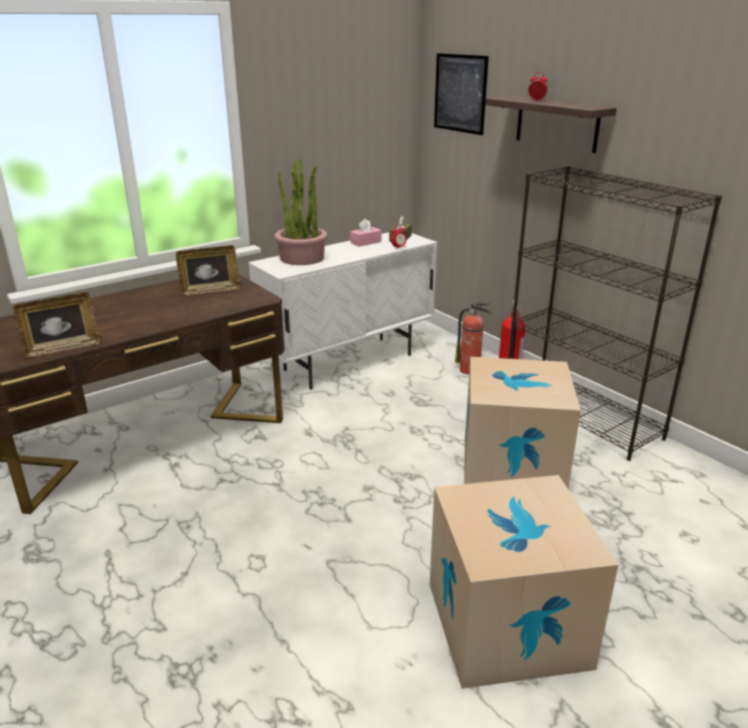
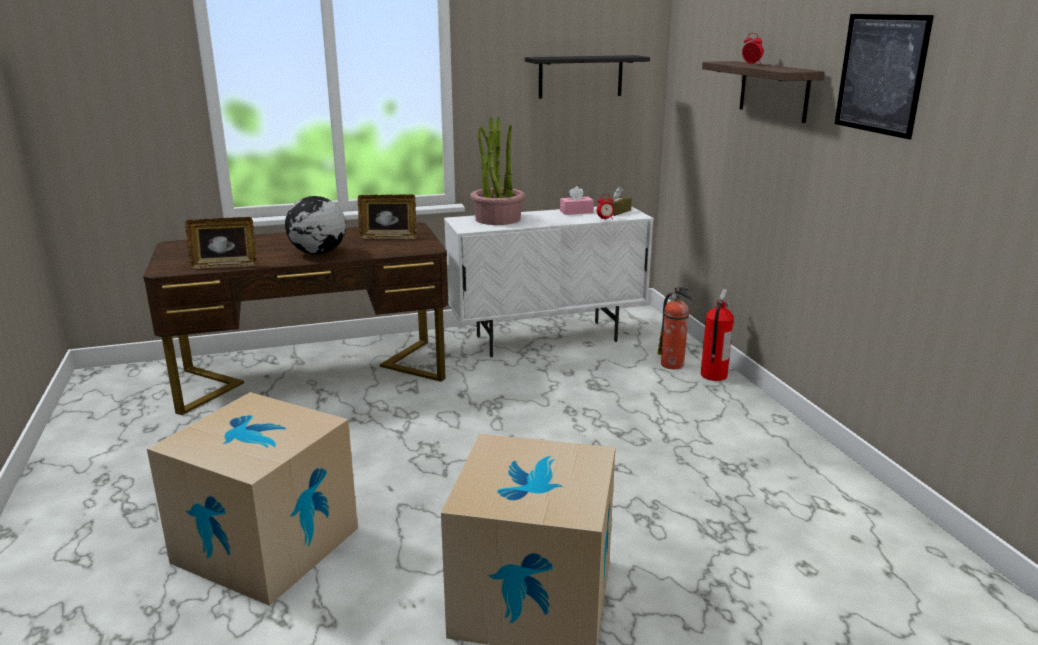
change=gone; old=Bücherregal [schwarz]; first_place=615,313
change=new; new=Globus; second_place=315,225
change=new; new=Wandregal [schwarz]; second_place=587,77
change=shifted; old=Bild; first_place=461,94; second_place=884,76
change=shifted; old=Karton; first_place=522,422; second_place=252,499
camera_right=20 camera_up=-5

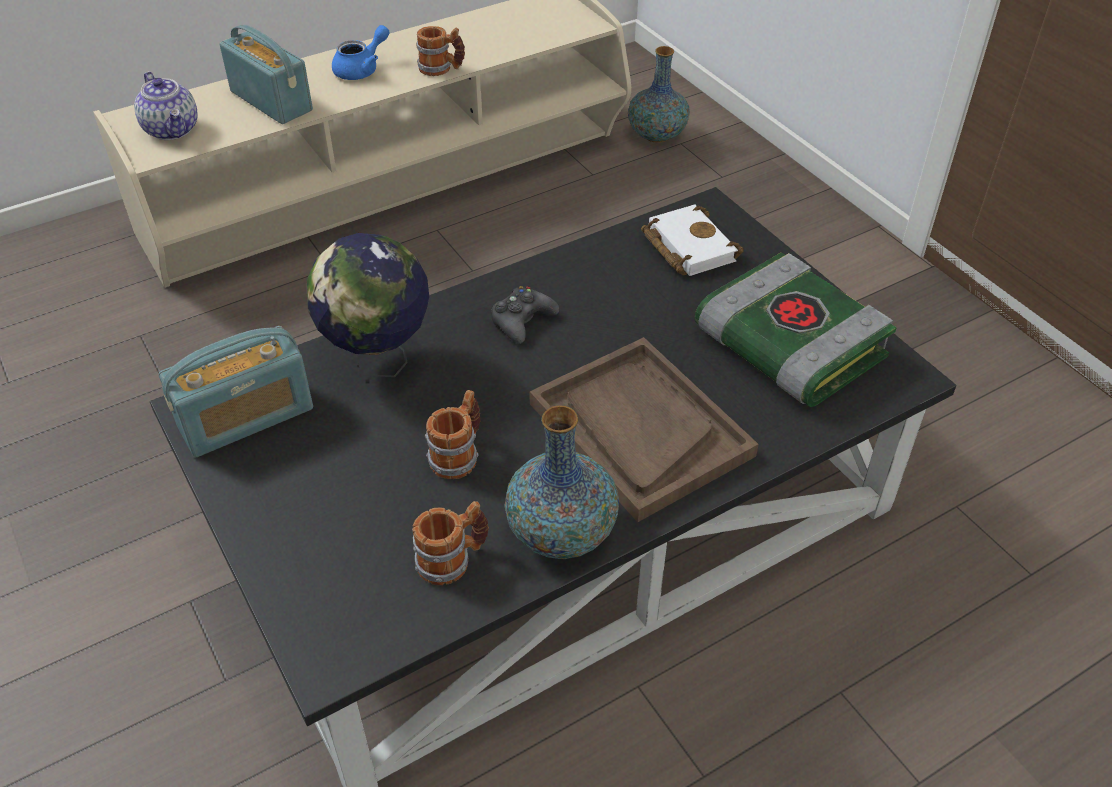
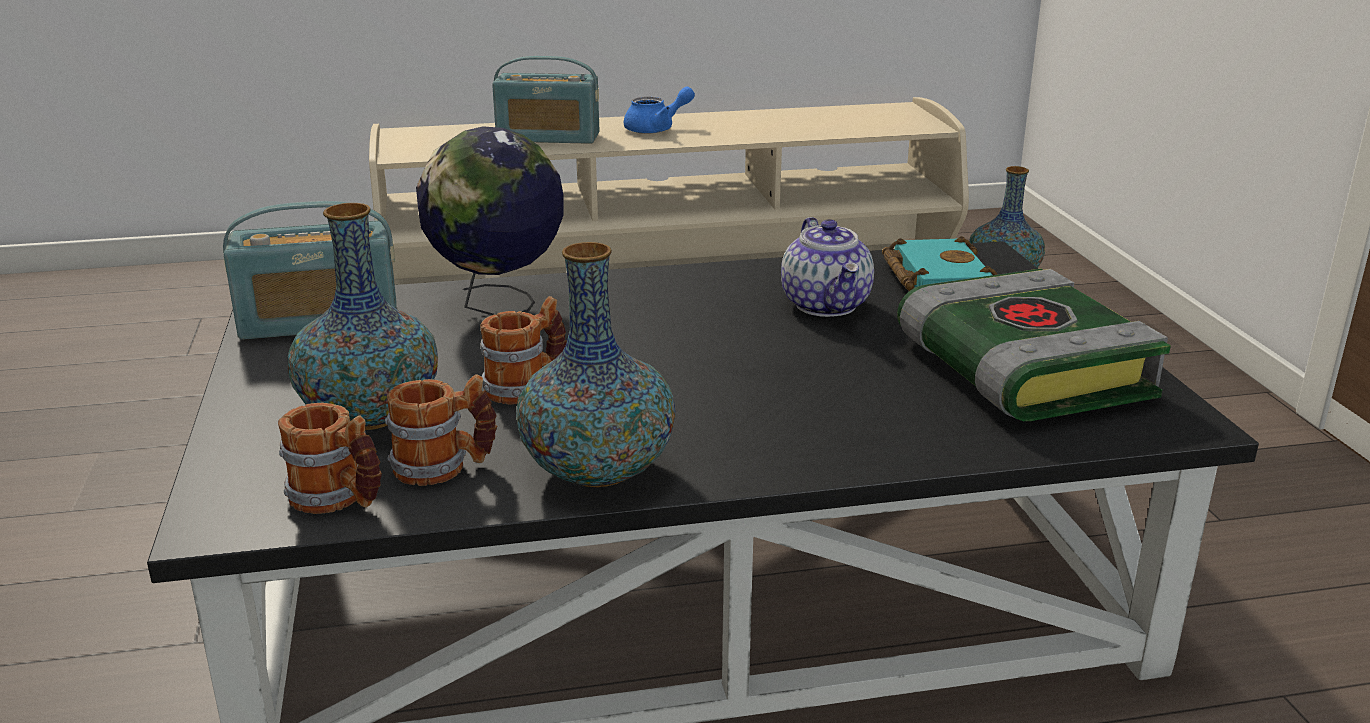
change=gone; old=Gamepad [schwarz]; first_place=525,315
change=gone; old=Tablett [braun]; first_place=644,429
change=new; new=Vase; second_place=363,316
change=shifted; old=Teekanne; first_place=166,106; second_place=827,267
change=shifted; old=Henkelbecher; first_place=440,51; second_place=330,458
change=repainted; old=Buch [weiß]; new=Buch [türkis]; first_place=692,240; second_place=940,263
change=rotated; old=Radio; first_place=266,74; second_place=545,100; degrees=120
camera_right=20 camera_up=-20

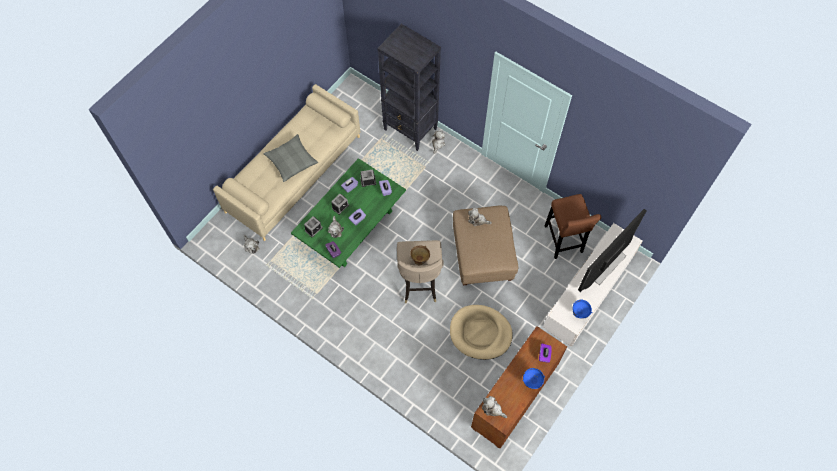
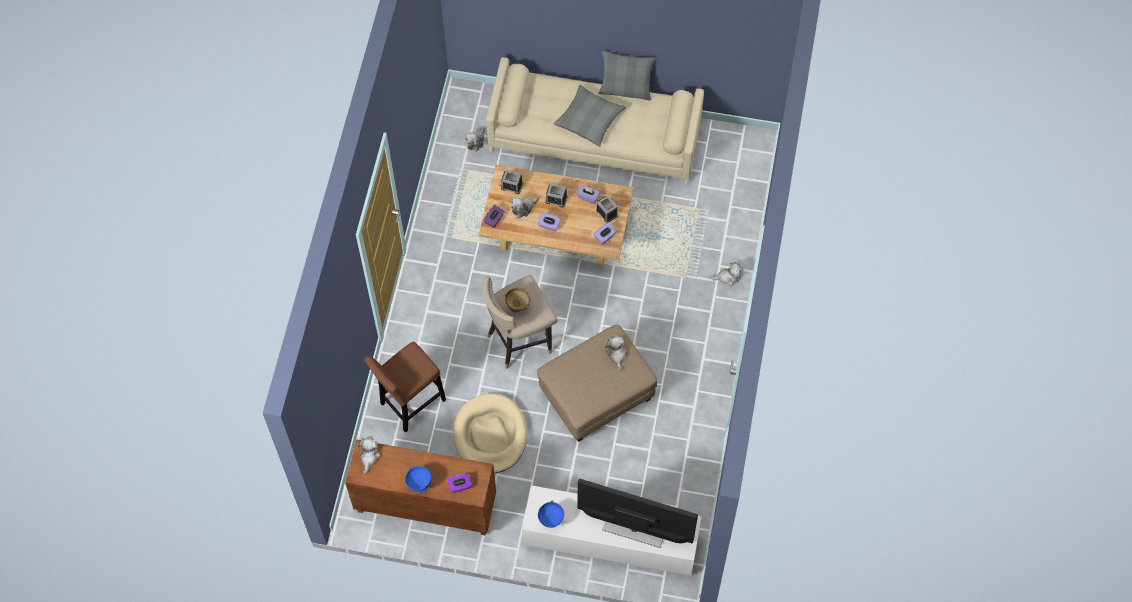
change=gone; old=Bücherregal [schwarz]; first_place=409,87
change=new; new=Kissen [grau]; second_place=627,75
change=shifted; old=Hocker [braun]; first_place=572,226; second_place=405,387
change=repainted; old=Couchtisch [grün]; new=Couchtisch [beige]; first_place=348,213; second_place=556,216
camera_right=65 camera_up=0

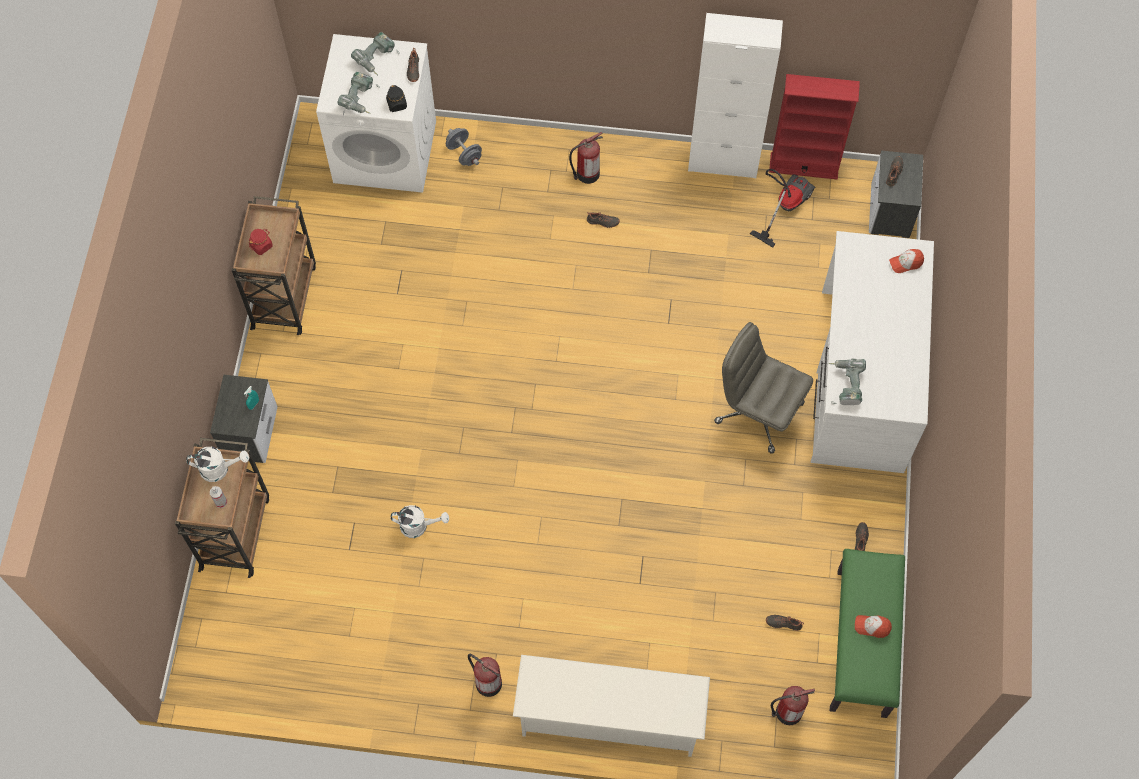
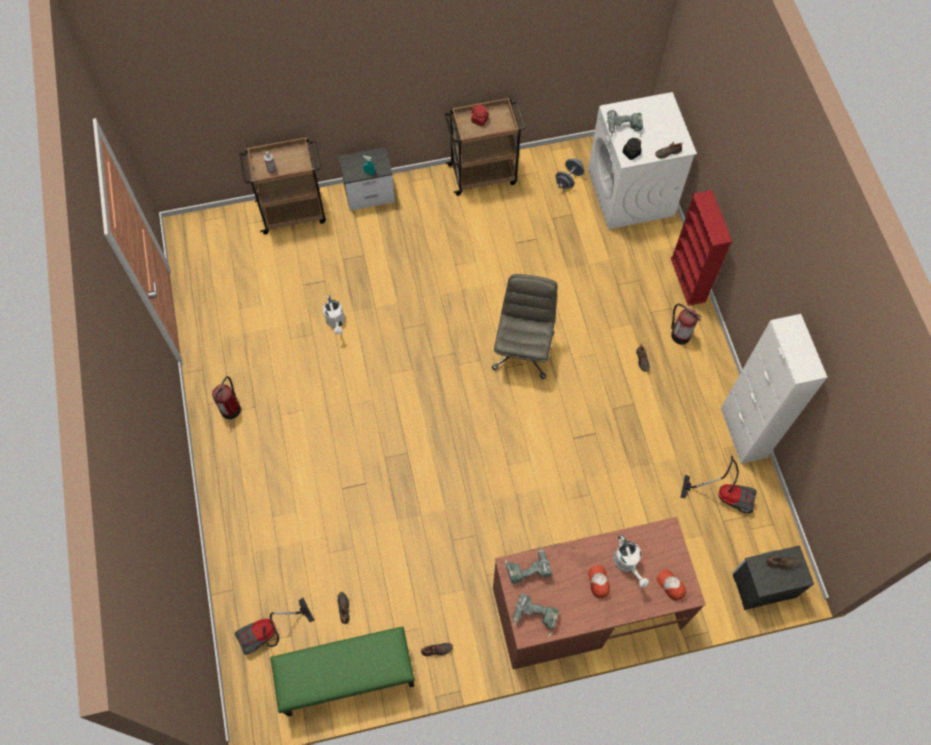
change=gone; old=Schuhregal [weiß]; first_place=611,706
change=shifted; old=Gießkanne [weiß]; first_place=217,464; second_place=631,561
change=shifted; old=Bohrmaschine; first_place=375,53; second_place=536,615
change=shifted; old=Hantel [grau]; first_place=464,147; second_place=570,174
change=shifted; old=Bürostuhl [grau]; first_place=763,388; second_place=524,326
change=shifted; old=Bücherregal [rot]; first_place=814,127; second_place=702,248
change=shifted; old=Kappe; first_place=873,626; second_place=599,581
change=swapped; old=Feuerlöscher; new=Staubsauger; first_place=793,705; second_place=274,626
change=repainted; old=Schreibtisch [weiß]; new=Schreibtisch [braun]; first_place=872,352; second_place=599,593
camera_right=70 camera_up=0

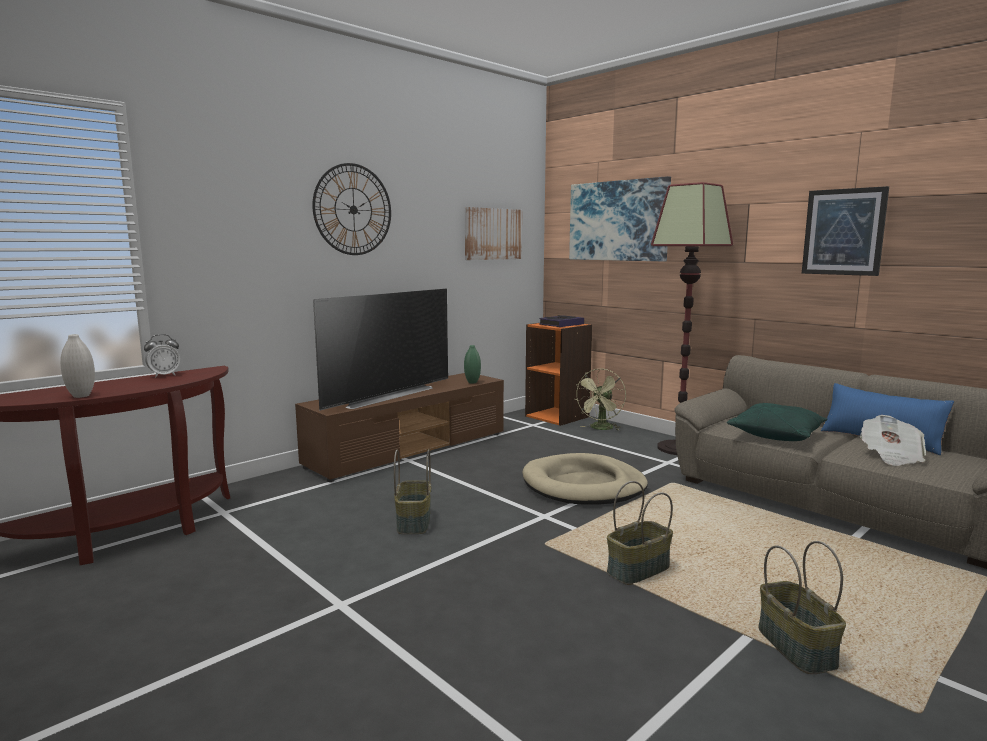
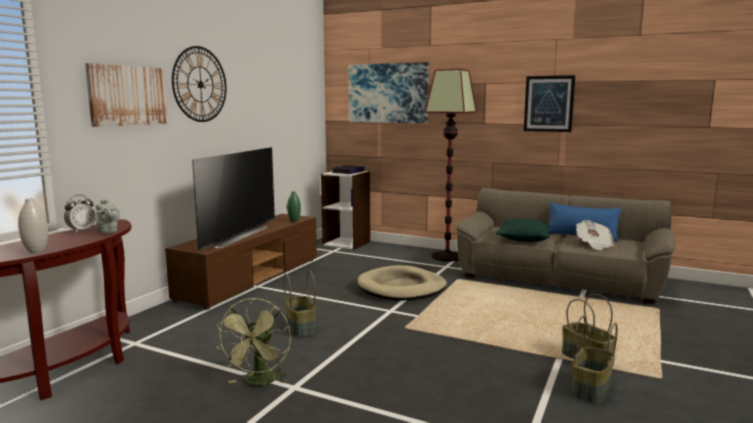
change=new; new=Teekanne [grau]; second_place=107,215
change=shifted; old=Bild; first_place=493,233; second_place=126,95
change=shifted; old=Ventilator [grün]; first_place=600,399; second_place=253,342
change=shifted; old=Korb; first_place=640,533; second_place=594,359
change=repainted; old=Bücherregal [orange]; new=Bücherregal [weiß]; first_place=558,374; second_place=345,210
camera_right=-20 camera_up=0

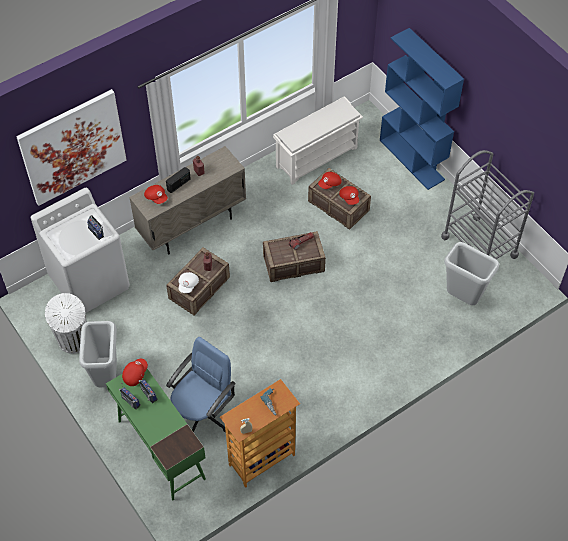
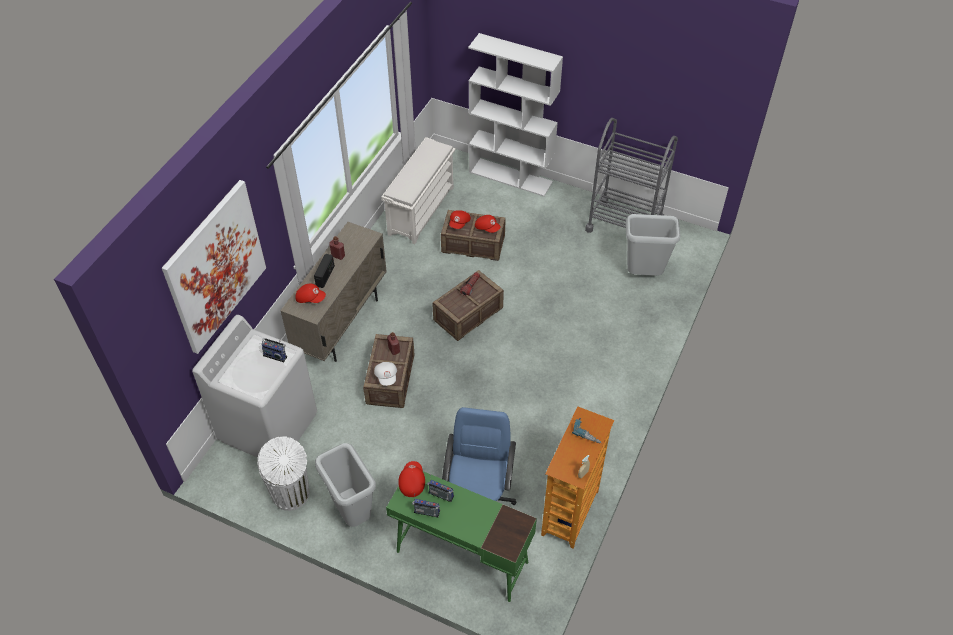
change=repainted; old=Bücherregal [blau]; new=Bücherregal [weiß]; first_place=422,109; second_place=515,114
camera_right=-30 camera_up=-5

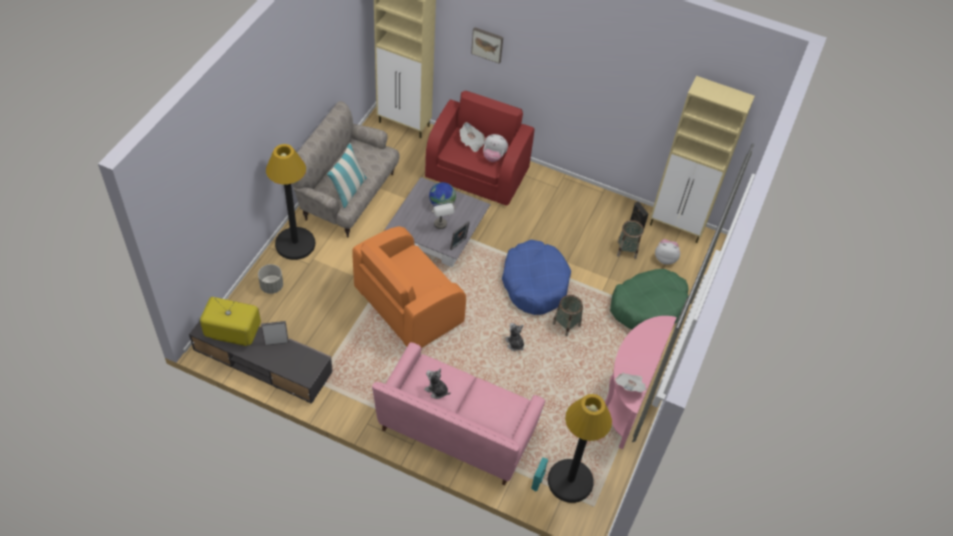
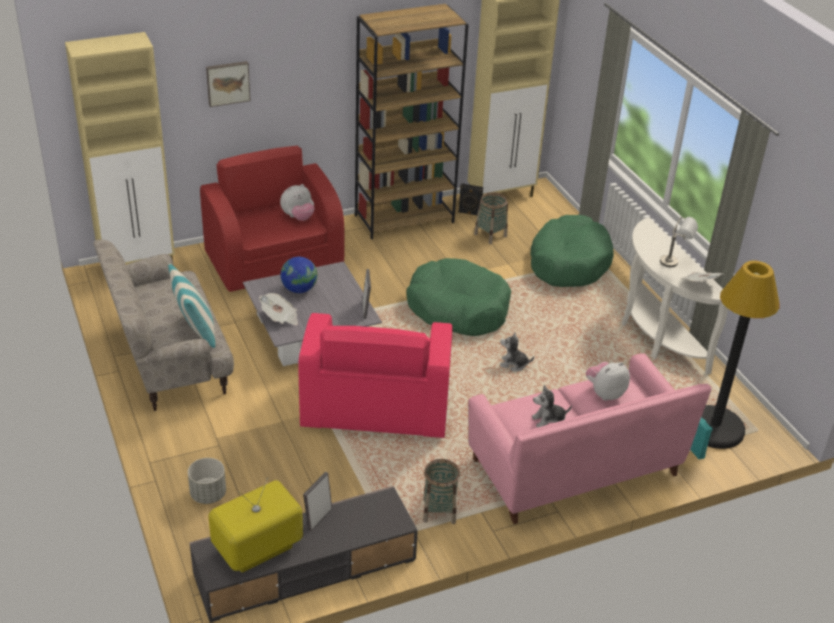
change=gone; old=Stehlampe [schwarz]; first_place=290,202
change=new; new=Bücherregal [braun]; second_place=412,121
change=shifted; old=Tischlampe [grau]; first_place=443,215; second_place=679,242
change=shifted; old=Zeitung; first_place=472,137; second_place=278,309
change=shifted; old=Korb; first_place=567,316; second_place=441,491
change=shifted; old=Plüschtier; first_place=667,252; second_place=608,381
change=repainted; old=Sessel [orange]; new=Sessel [rosa]; first_place=409,287; second_place=375,375
change=repainted; old=Hundebett [blau]; new=Hundebett [grün]; first_place=536,277; second_place=458,297
change=repainted; old=Konsolentisch [rosa]; new=Konsolentisch [weiß]; first_place=641,382; second_place=675,296
camera_right=-45 camera_up=-15

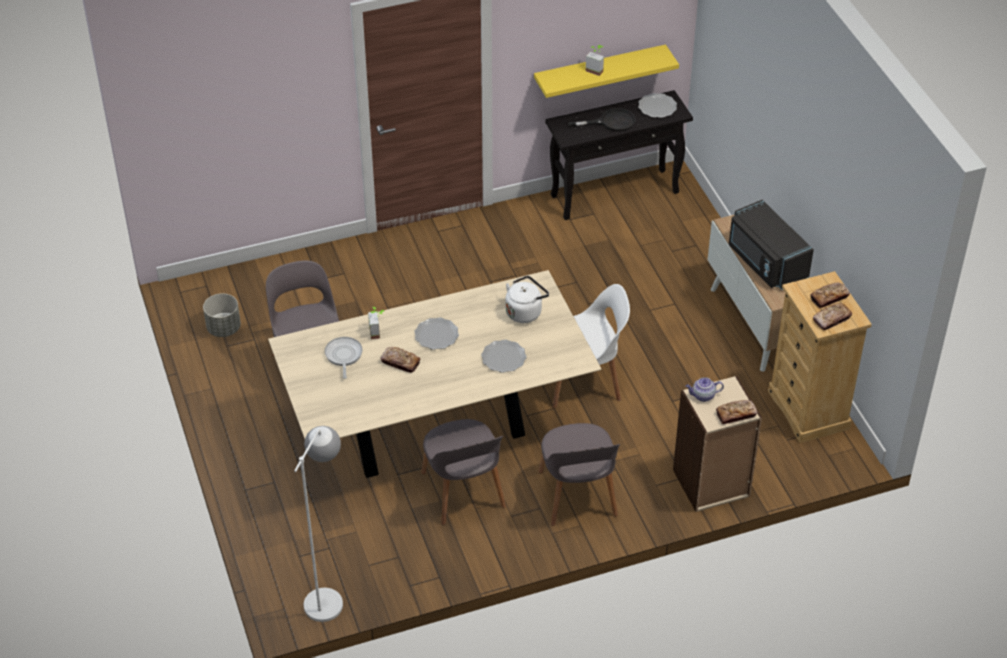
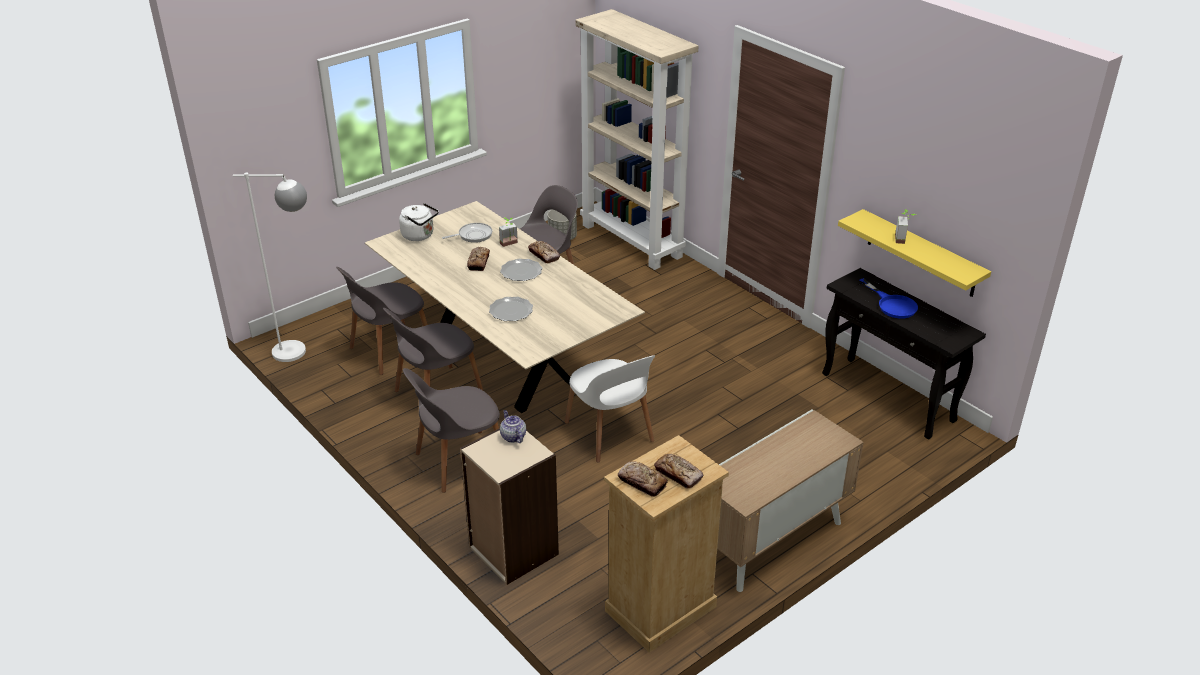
change=gone; old=Teller; first_place=657,105
change=gone; old=Mikrowelle [schwarz]; first_place=771,245
change=new; new=Stuhl [grau]; second_place=382,321
change=new; new=Bücherregal [beige]; second_place=636,139
change=shifted; old=Wasserkessel [weiß]; first_place=527,299; second_place=419,222
change=shifted; old=Brot; first_place=736,412; second_place=544,252
change=repainted; old=Pfanne [schwarz]; new=Pfanne [blau]; first_place=601,120; second_place=888,298
camera_right=70 camera_up=-10

